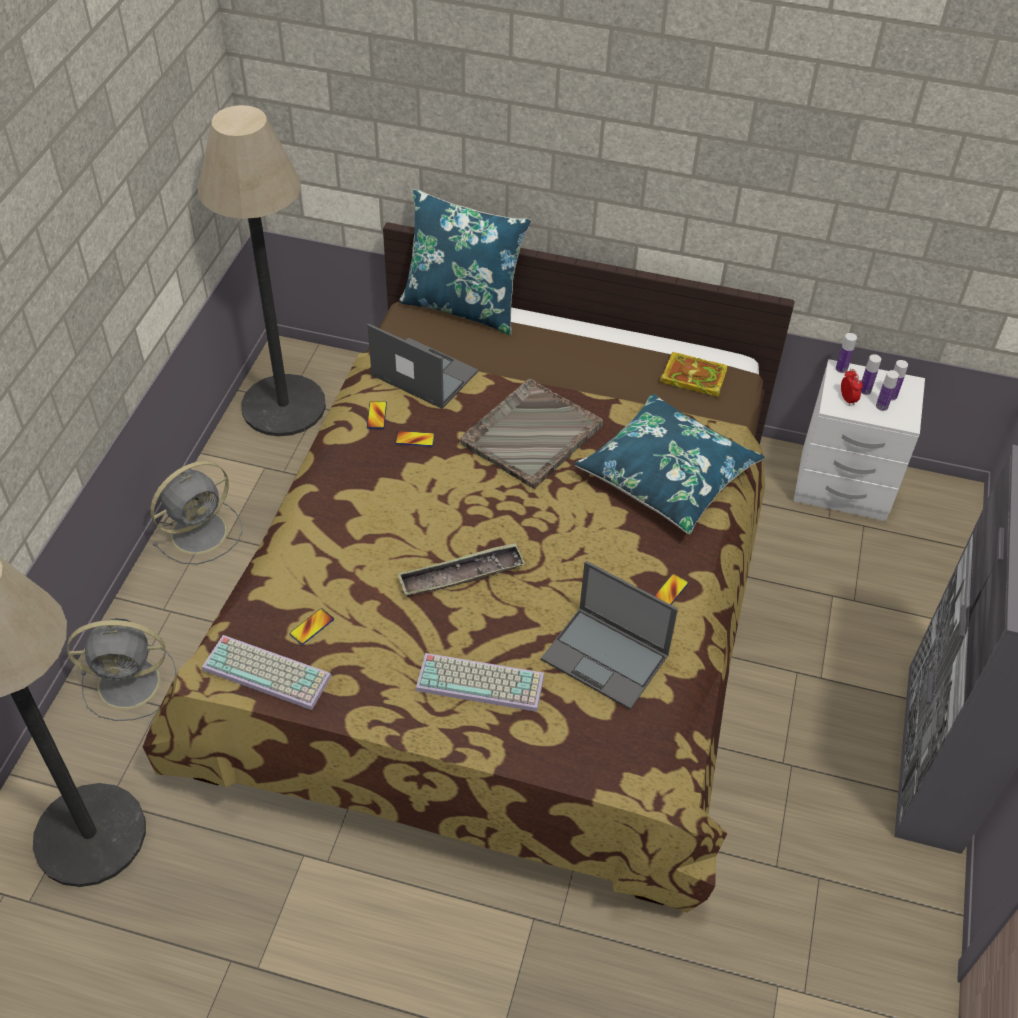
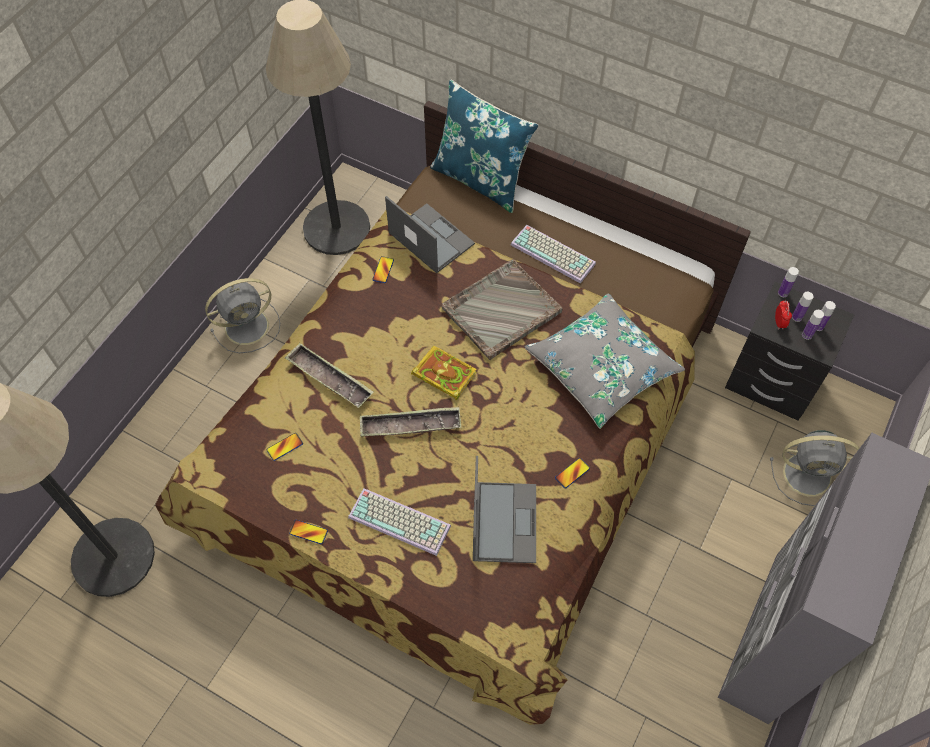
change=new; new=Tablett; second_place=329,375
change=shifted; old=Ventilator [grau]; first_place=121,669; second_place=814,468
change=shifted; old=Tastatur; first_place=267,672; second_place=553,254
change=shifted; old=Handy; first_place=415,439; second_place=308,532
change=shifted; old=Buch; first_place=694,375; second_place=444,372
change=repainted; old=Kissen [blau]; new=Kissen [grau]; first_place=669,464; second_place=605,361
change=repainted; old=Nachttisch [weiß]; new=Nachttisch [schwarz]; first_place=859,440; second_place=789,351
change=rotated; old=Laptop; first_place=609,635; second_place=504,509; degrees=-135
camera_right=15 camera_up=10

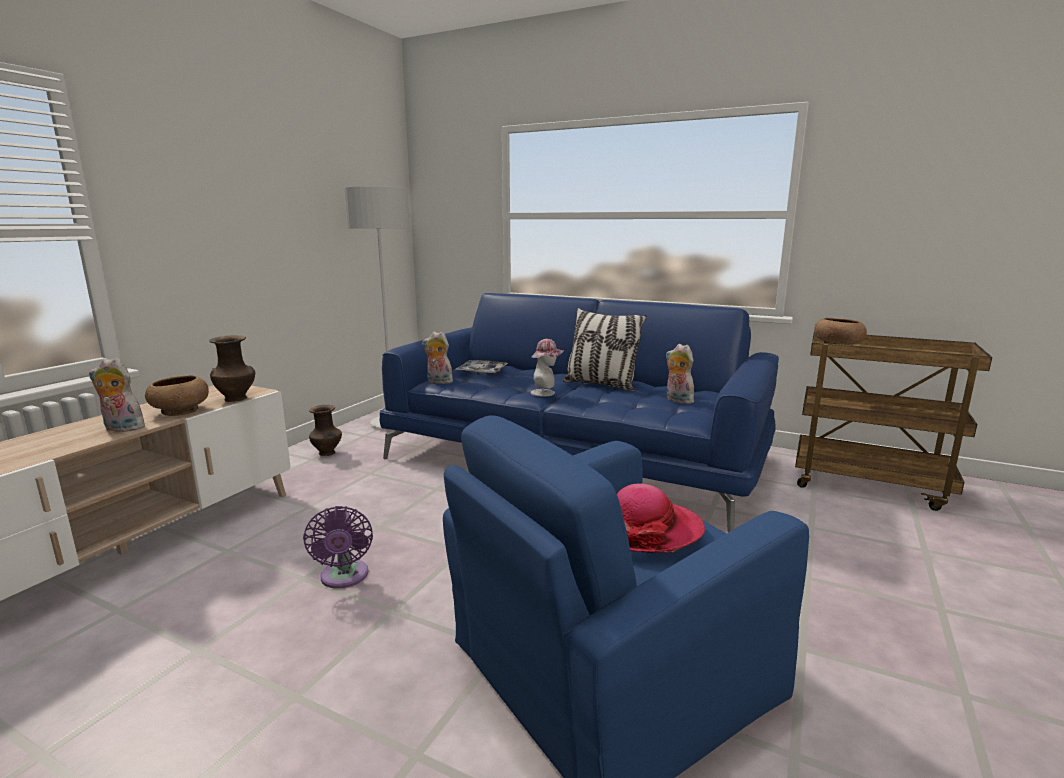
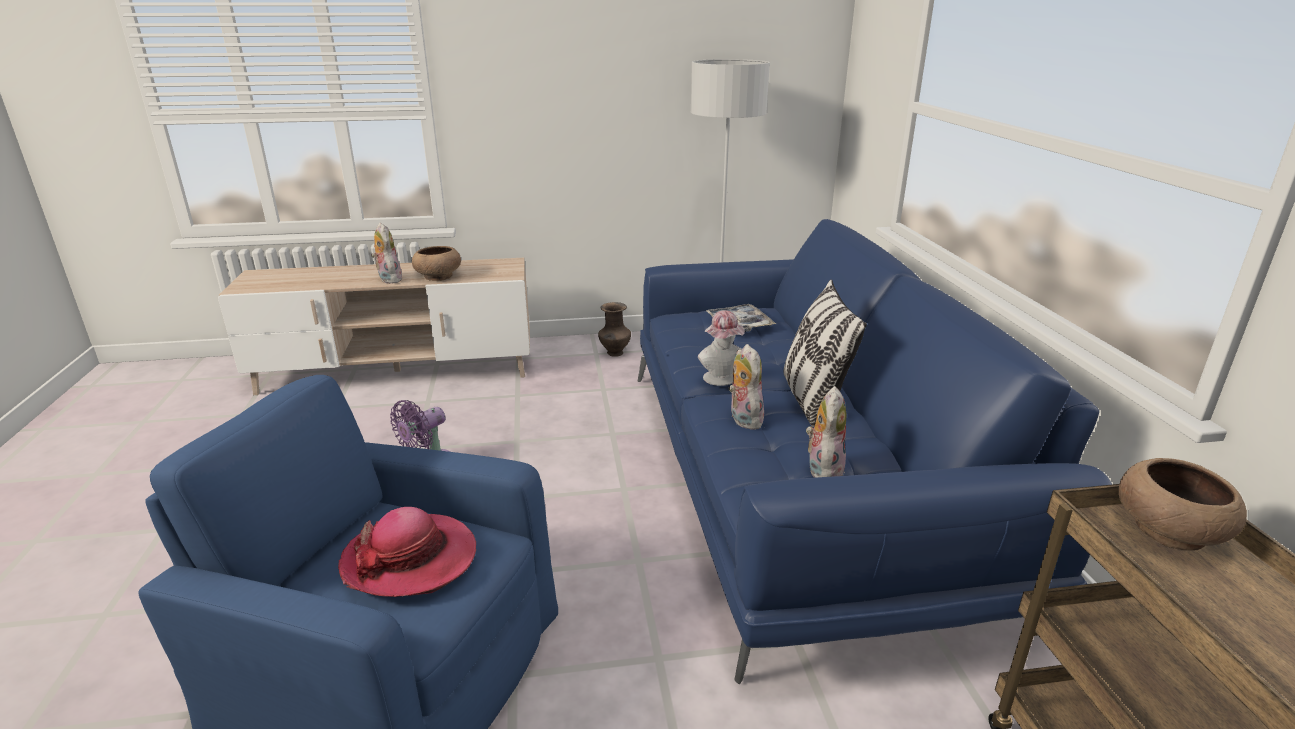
change=gone; old=Vase [braun]; first_place=232,368
change=shifted; old=Plüschtier; first_place=437,358; second_place=746,387
camera_right=55 camera_up=10

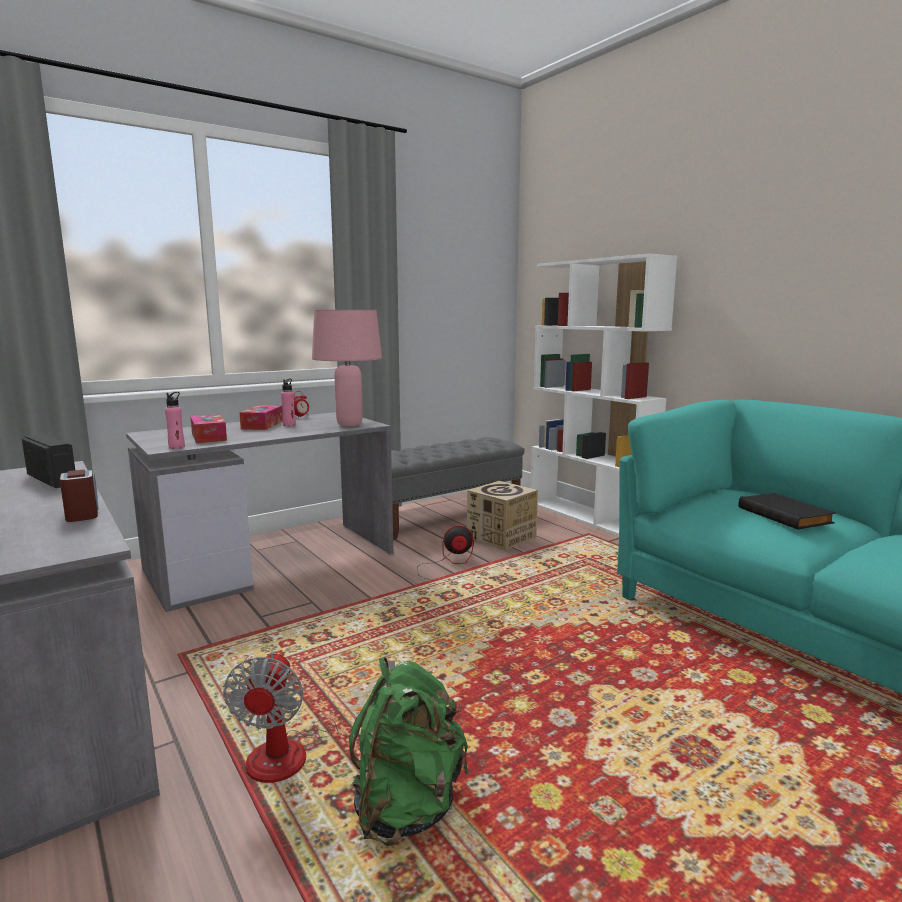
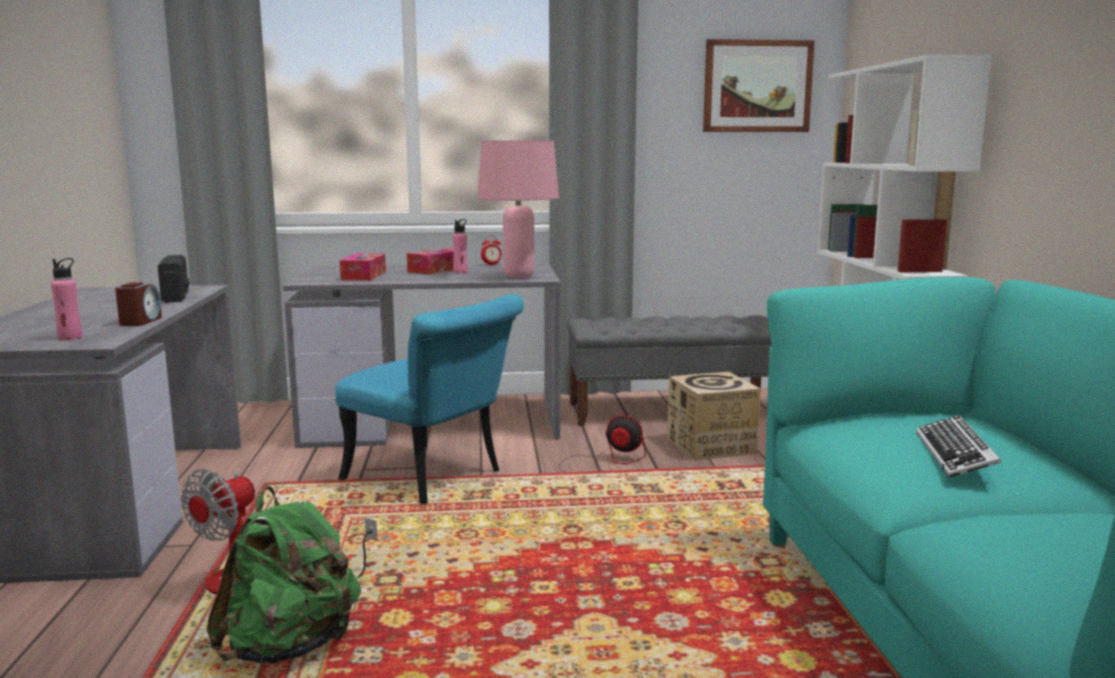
change=new; new=Stuhl [türkis]; second_place=429,399
change=new; new=Bild; second_place=759,85
change=shifted; old=Flasche [rosa]; first_place=175,420; second_place=66,299
change=swapped; old=Buch [schwarz]; new=Tastatur; first_place=787,511; second_place=958,446
camera_right=30 camera_up=0

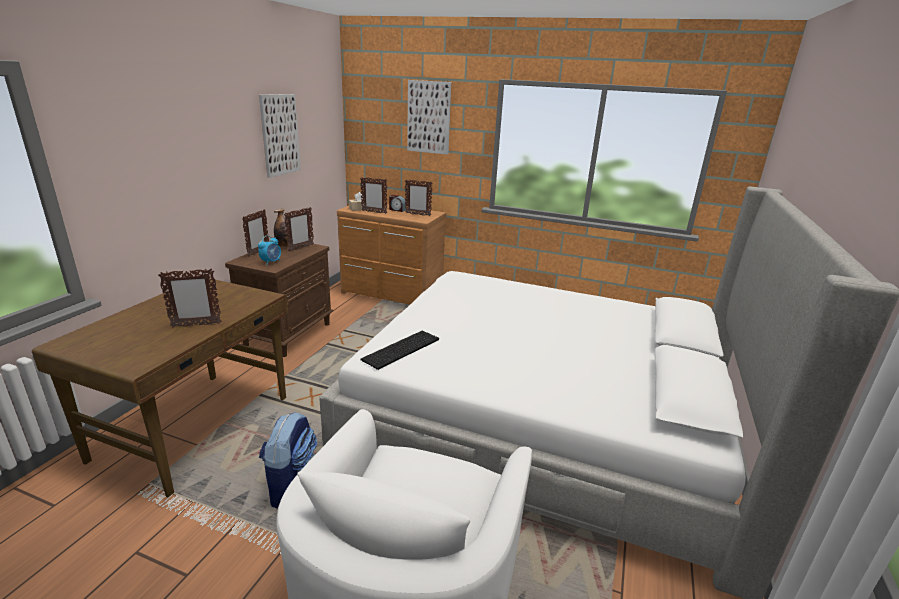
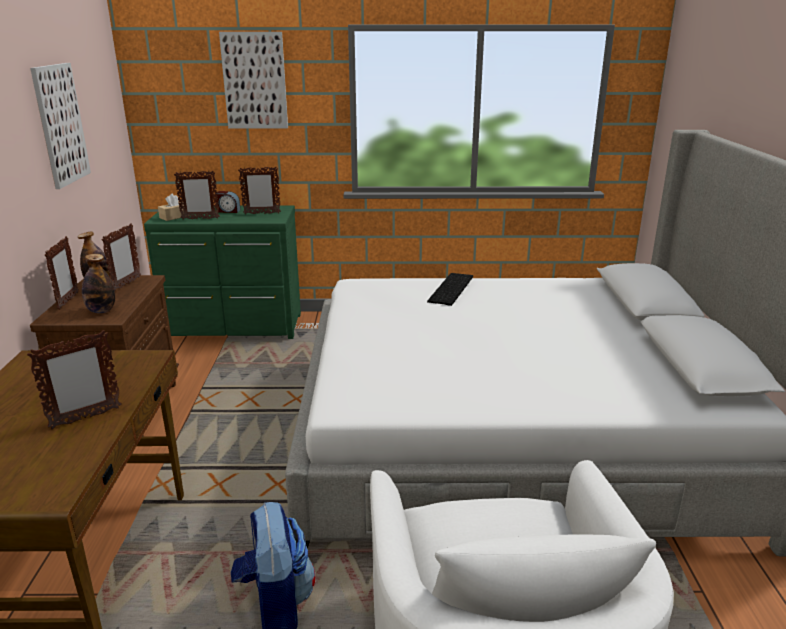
change=shifted; old=Tastatur; first_place=400,350; second_place=450,289
change=swapped; old=Wecker; new=Flasche; first_place=269,250; second_place=98,283
change=repainted; old=Kommode [braun]; new=Kommode [grün]; first_place=391,254; second_place=222,272
camera_right=-20 camera_up=0

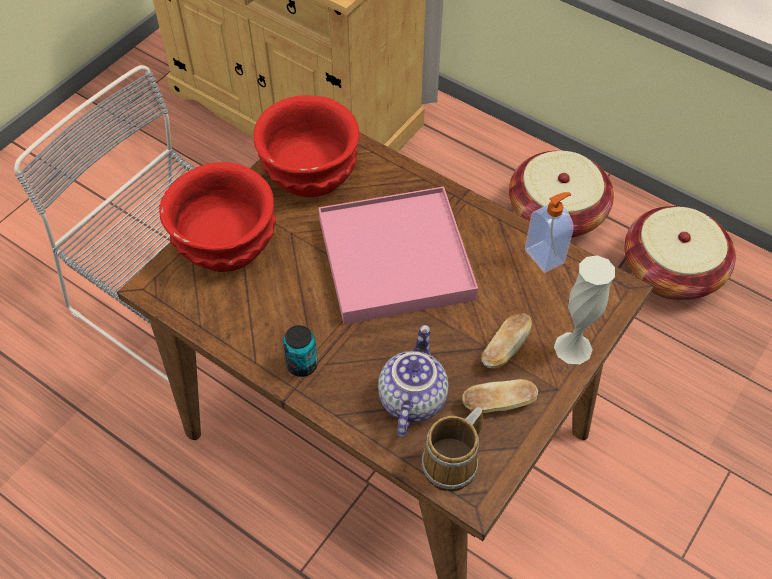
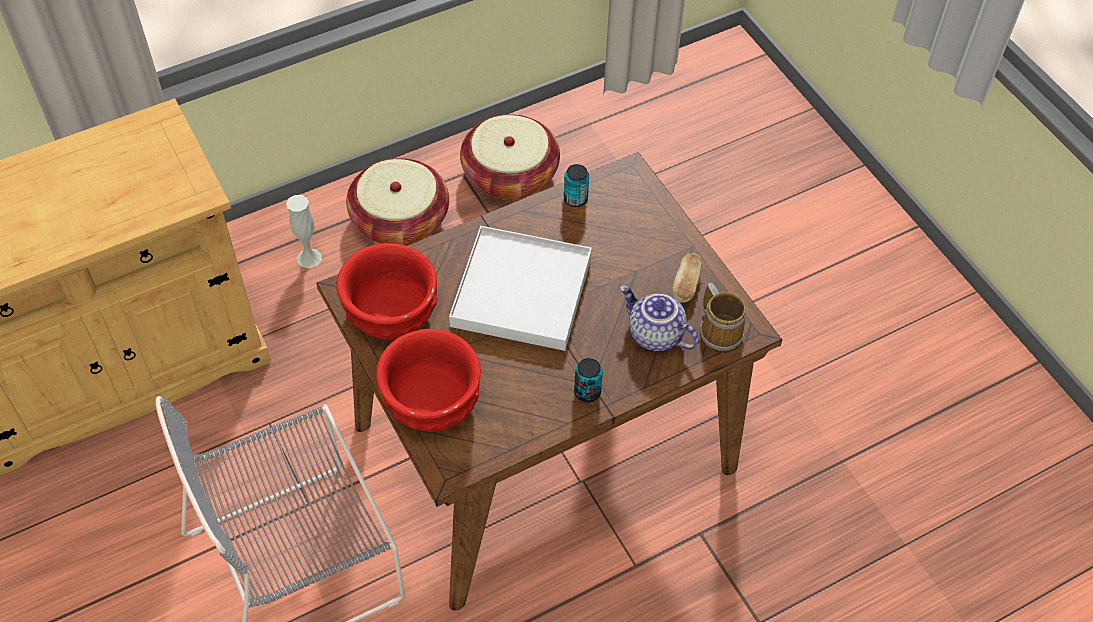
change=gone; old=Brot; first_place=506,340
change=shifted; old=Vase [weiß]; first_place=584,309; second_place=304,231
change=swapped; old=Seifenspender; new=Dose; first_place=549,232; second_place=576,185
change=repainted; old=Tablett [rosa]; new=Tablett [weiß]; first_place=398,255; second_place=520,288
camera_right=-65 camera_up=0

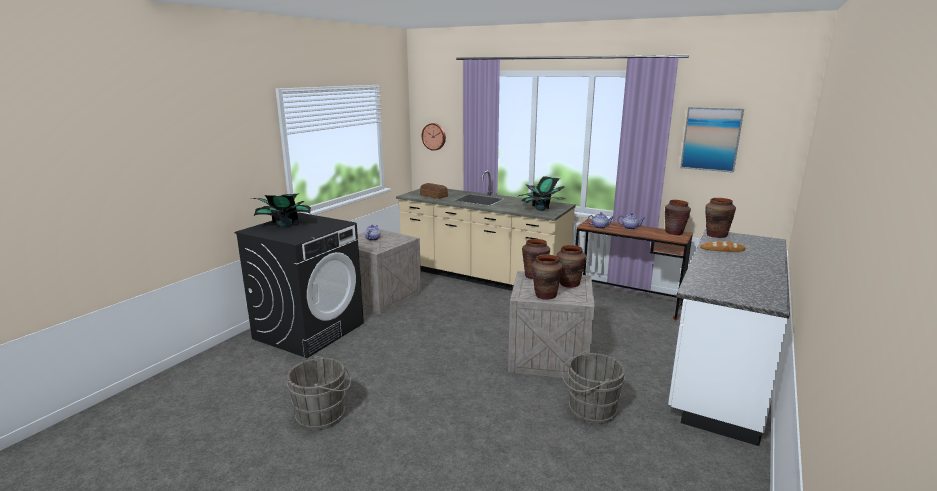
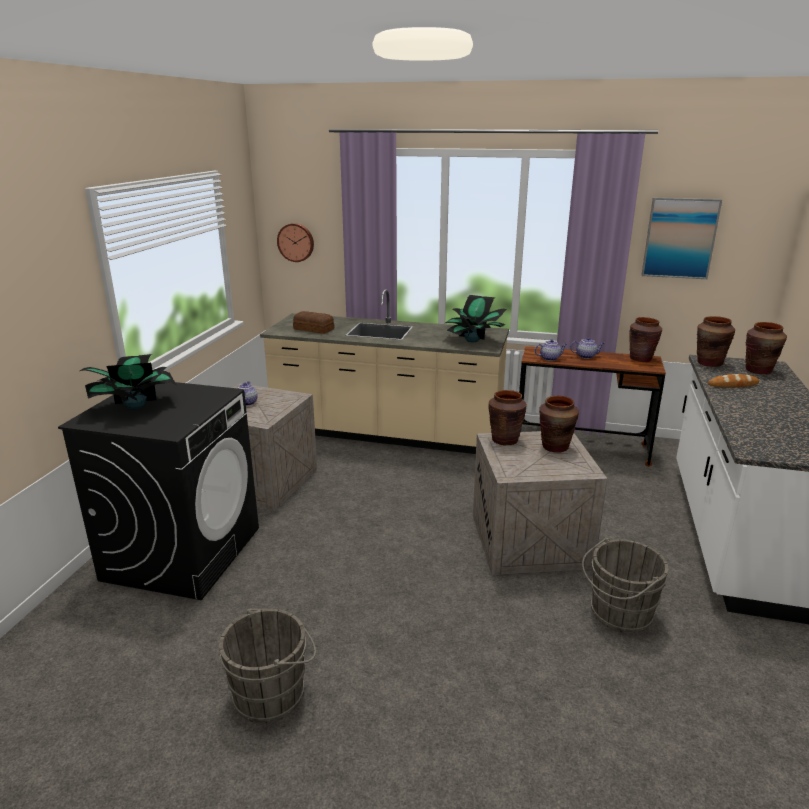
change=shifted; old=Vase [braun]; first_place=547,277; second_place=766,348
camera_right=-15 camera_up=5

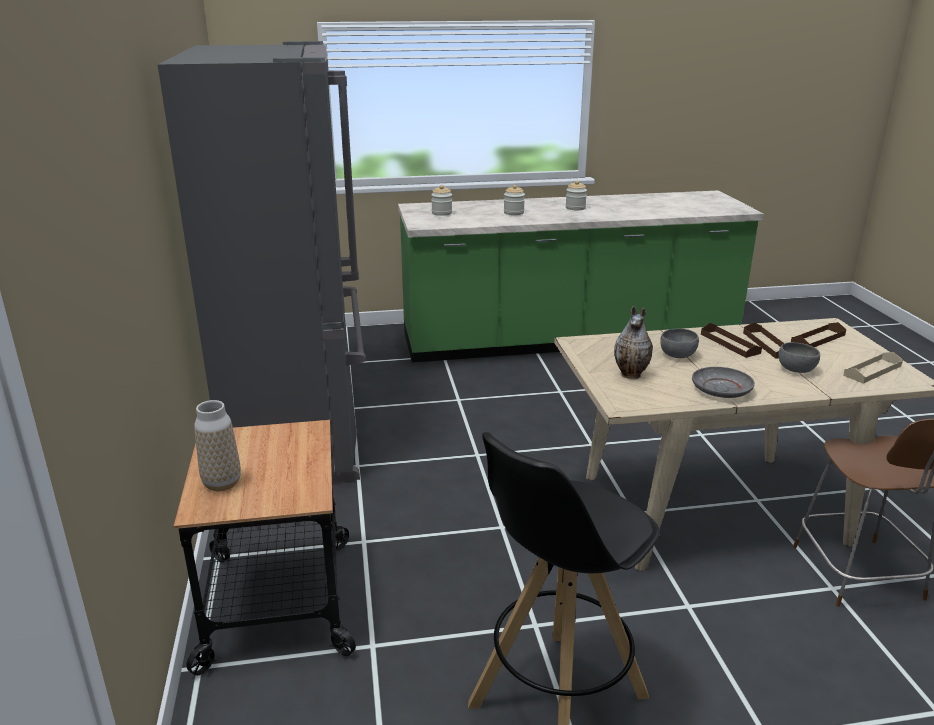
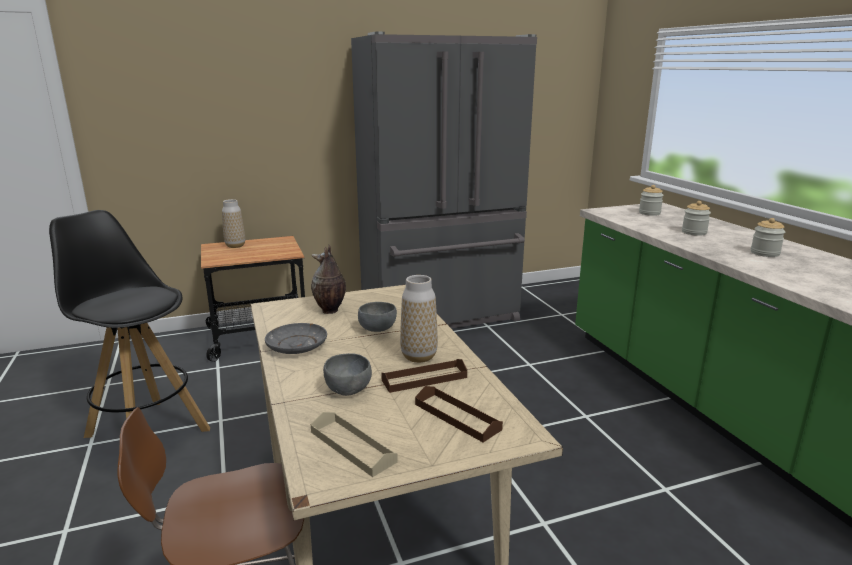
change=swapped; old=Tablett [braun]; new=Vase; first_place=731,340; second_place=419,319
camera_right=80 camera_up=-5

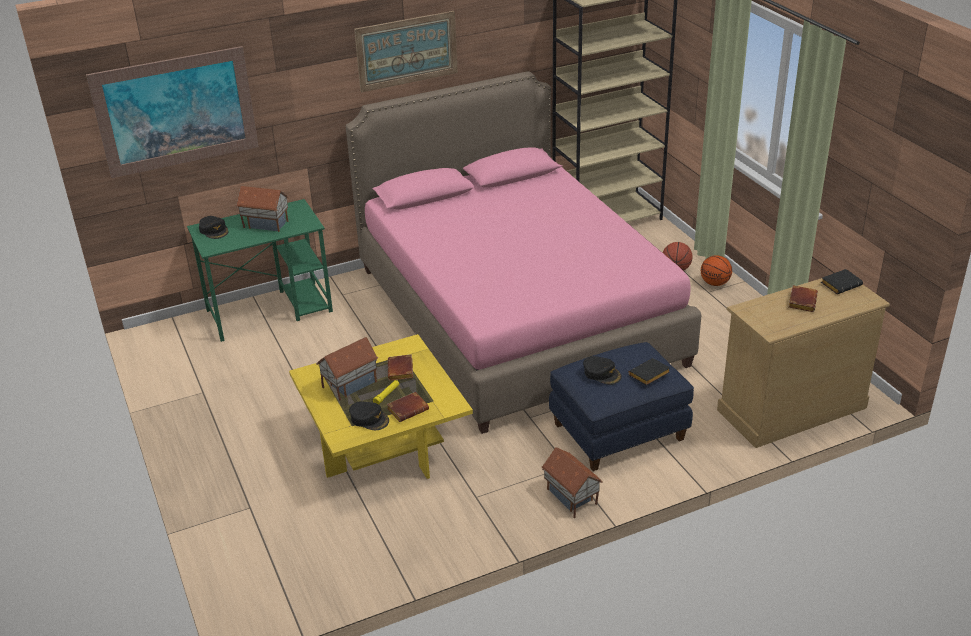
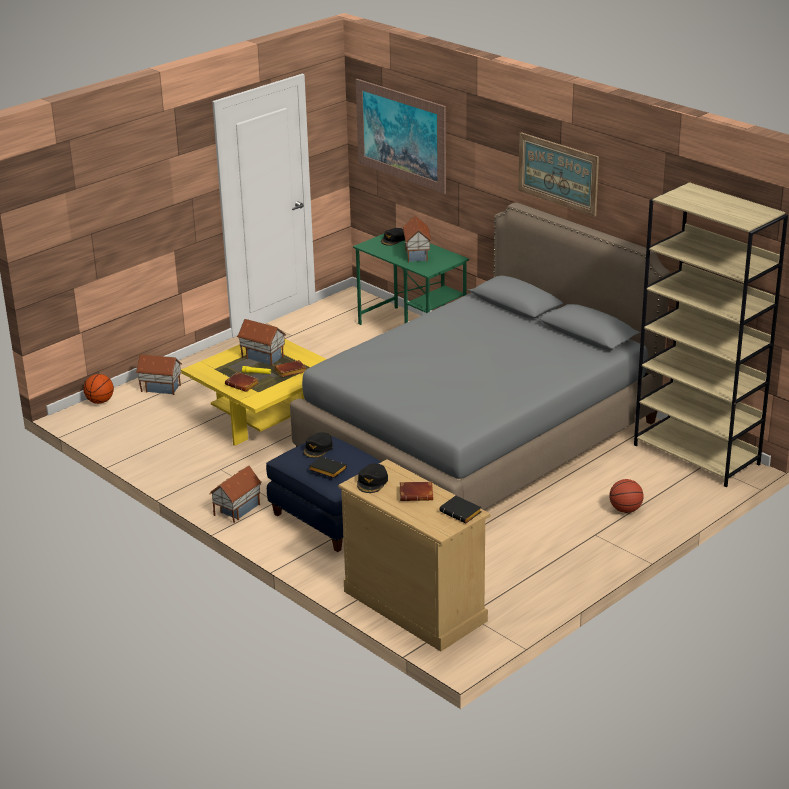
change=new; new=Spielzeughaus; second_place=158,374
change=shifted; old=Kappe [schwarz]; first_place=369,415; second_place=372,478
change=shifted; old=Basketball; first_place=716,270; second_place=98,389
change=repainted; old=Bett [rosa]; new=Bett [grau]; first_place=524,252; second_place=480,356
camera_right=70 camera_up=-5

